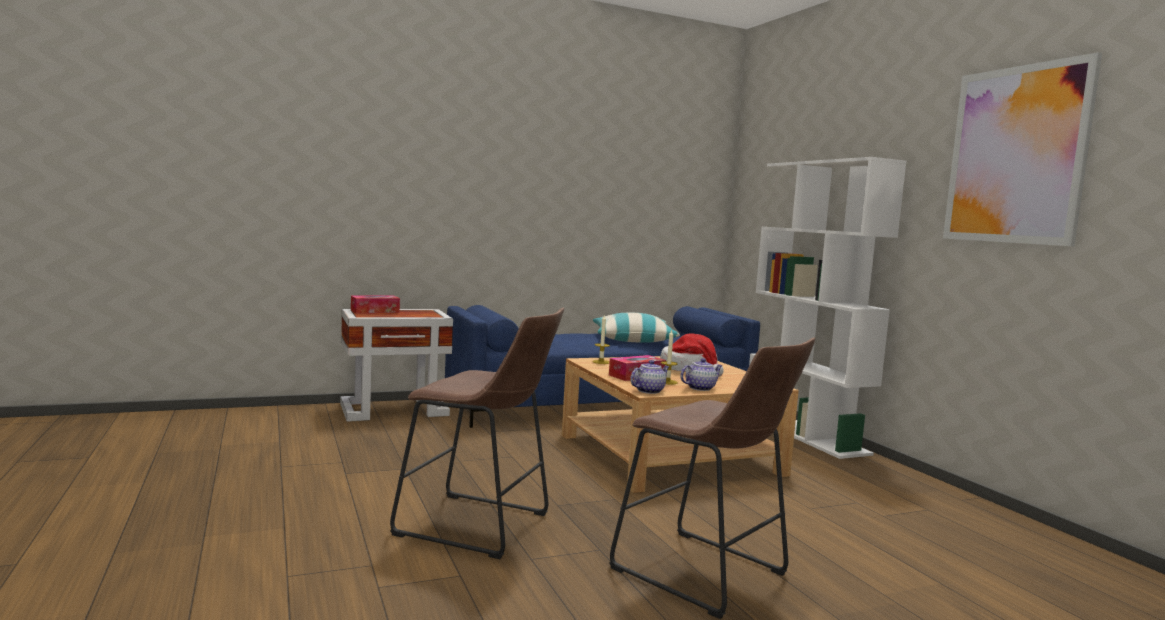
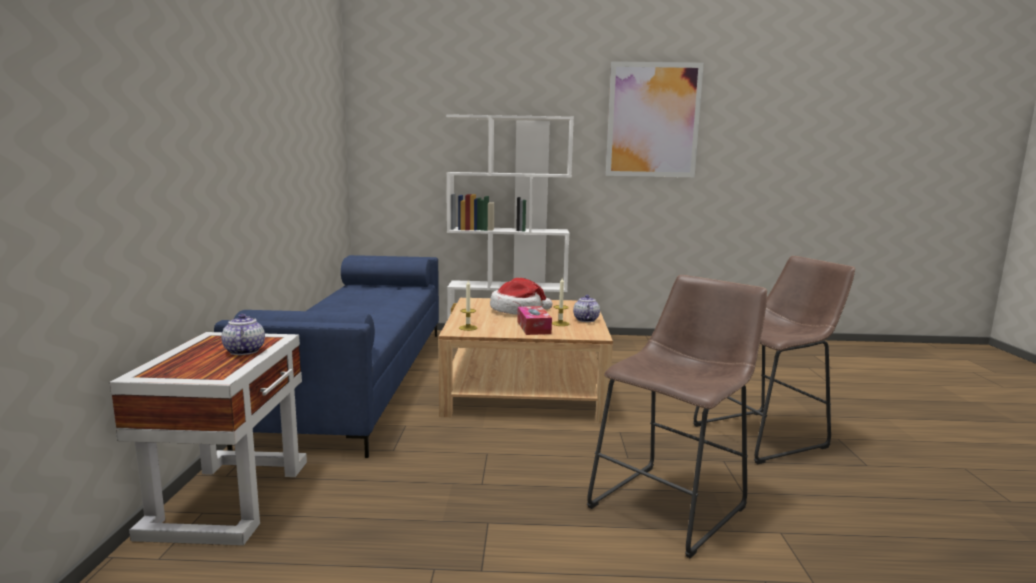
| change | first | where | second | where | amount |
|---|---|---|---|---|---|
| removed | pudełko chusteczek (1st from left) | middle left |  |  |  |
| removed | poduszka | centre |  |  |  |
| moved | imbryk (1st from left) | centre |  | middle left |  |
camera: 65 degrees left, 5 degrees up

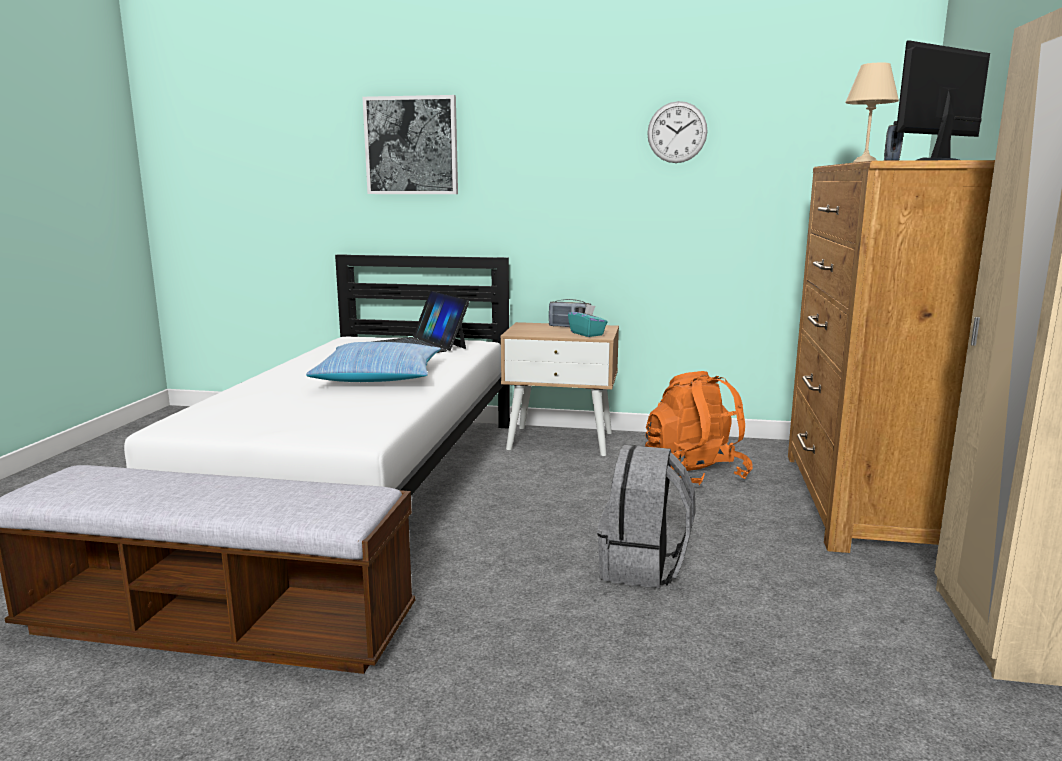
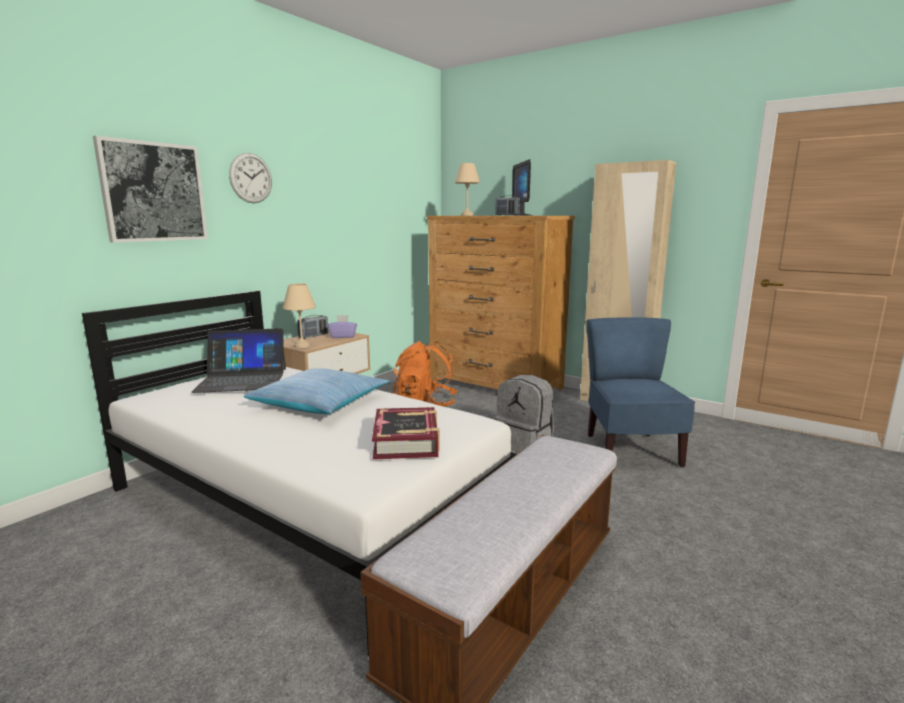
| change | first | where | second | where | amount |
|---|---|---|---|---|---|
| recoloured | pudełko chusteczek (turkusowy) | centre | pudełko chusteczek (fioletowy) | centre |  |
| moved | zegar ścienny | top centre |  | top left |  |
| added |  |  | lampa stołowa (beżowy) (1st from left) | middle left |  |
| added |  |  | książka | centre |  |
| added |  |  | krzesło (niebieski) | middle right |  |
camera: 65 degrees left, 0 degrees up

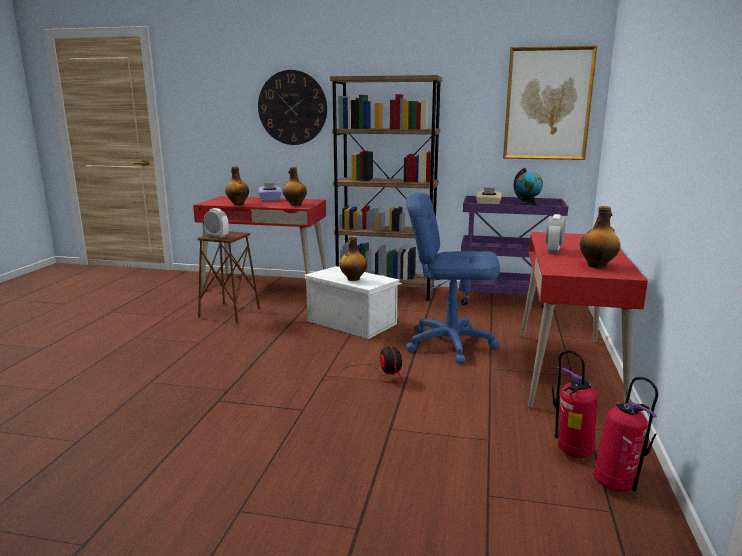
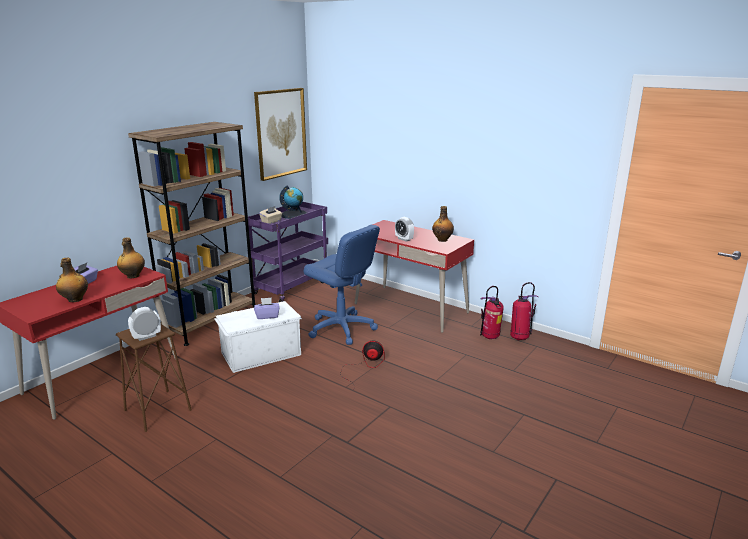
| change | first | where | second | where | amount |
|---|---|---|---|---|---|
| removed | zegar ścienny | top centre |  |  |  |
| replaced | butelka (3rd from left) | centre | pudełko chusteczek (fioletowy) (2nd from left) | centre |  |
| turned | krzesło biurowe (niebieski) | centre |  | centre | 90 degrees counterclockwise |
camera: 65 degrees left, 5 degrees up

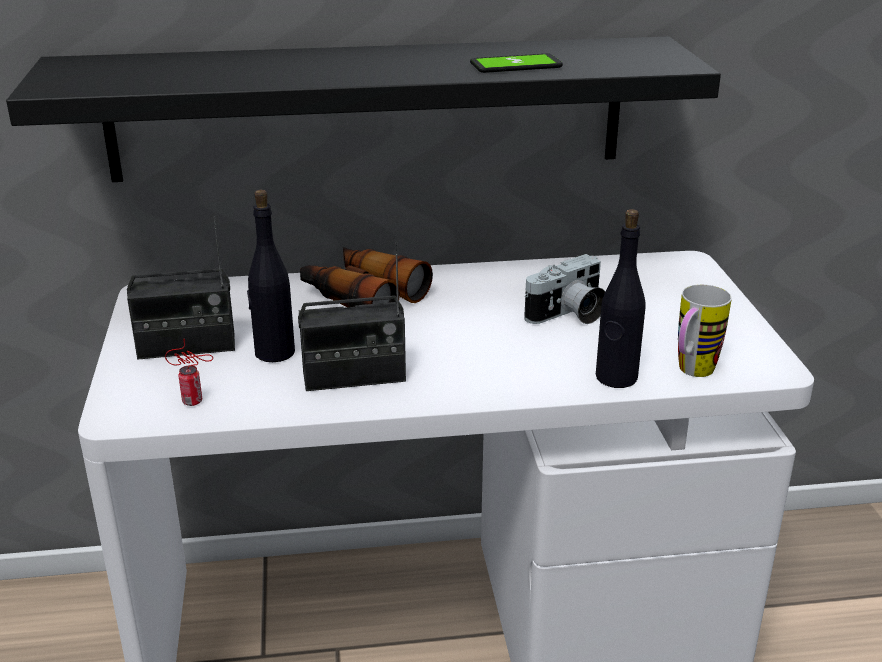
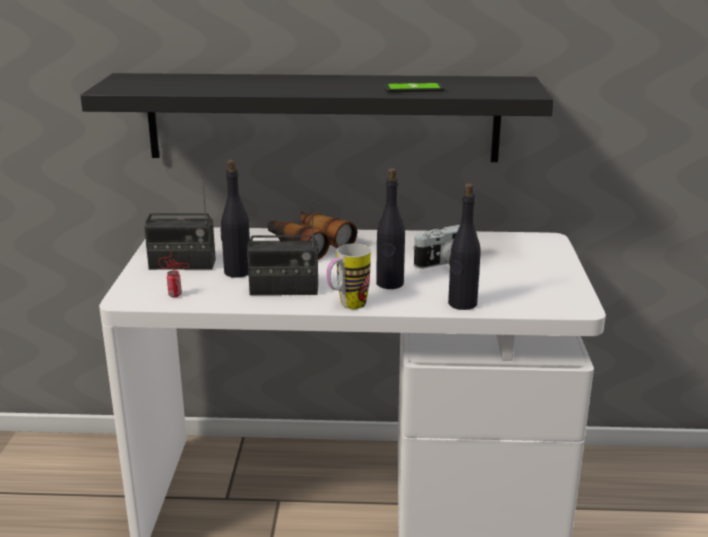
| change | first | where | second | where | amount |
|---|---|---|---|---|---|
| moved | kubek | middle right |  | centre |  |
| added |  |  | butelka (czarny) (2nd from left) | centre |  |
camera: 10 degrees right, 5 degrees down

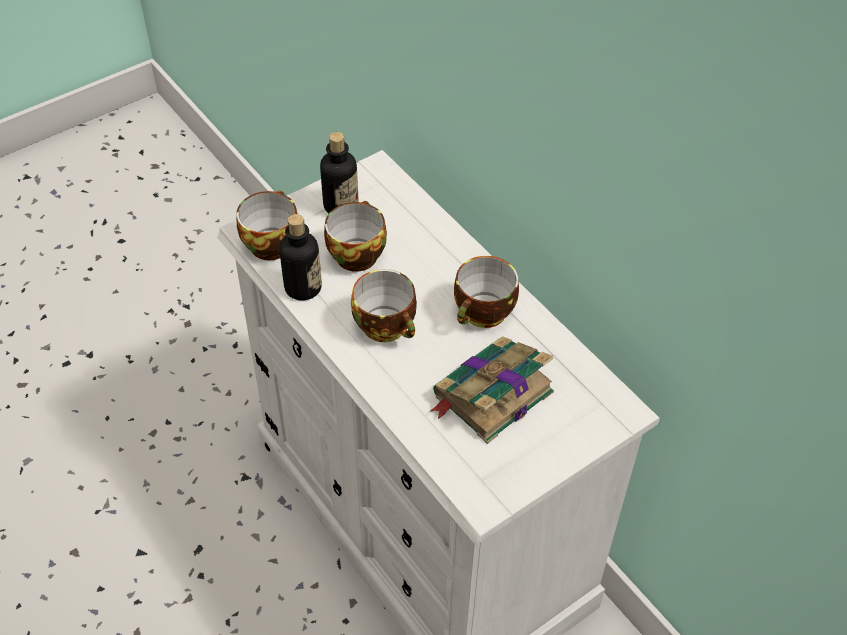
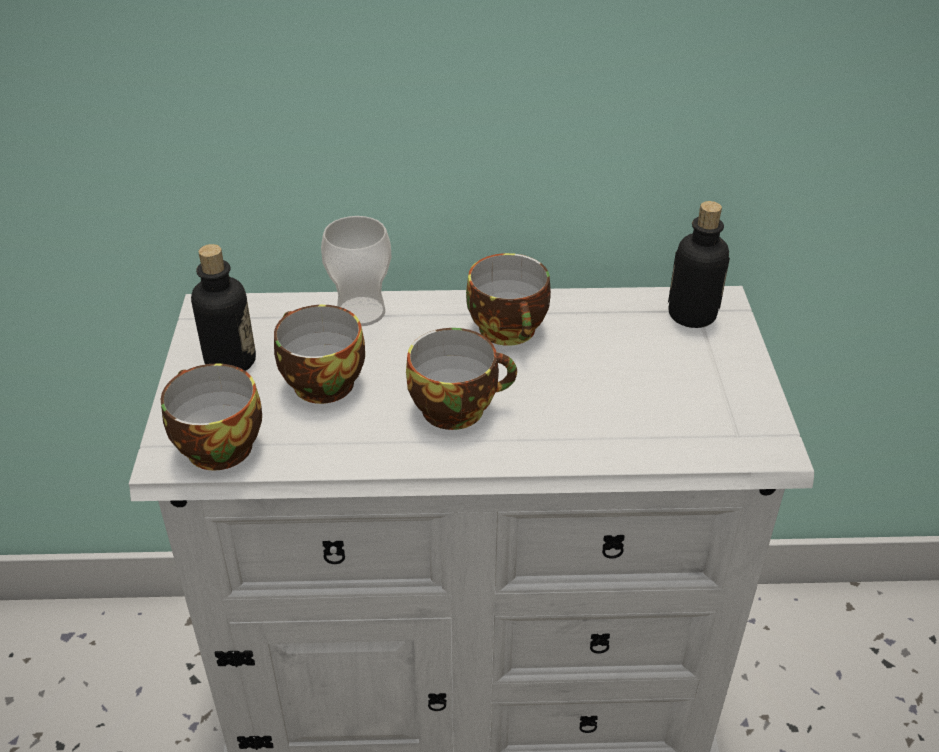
| change | first | where | second | where | amount |
|---|---|---|---|---|---|
| moved | butelka (1st from left in the first image) | centre | butelka (2nd from left) | middle right |  |
| removed | książka | centre |  |  |  |
| added |  |  | filiżanka (3rd from left) | centre |  |
camera: 55 degrees left, 10 degrees down

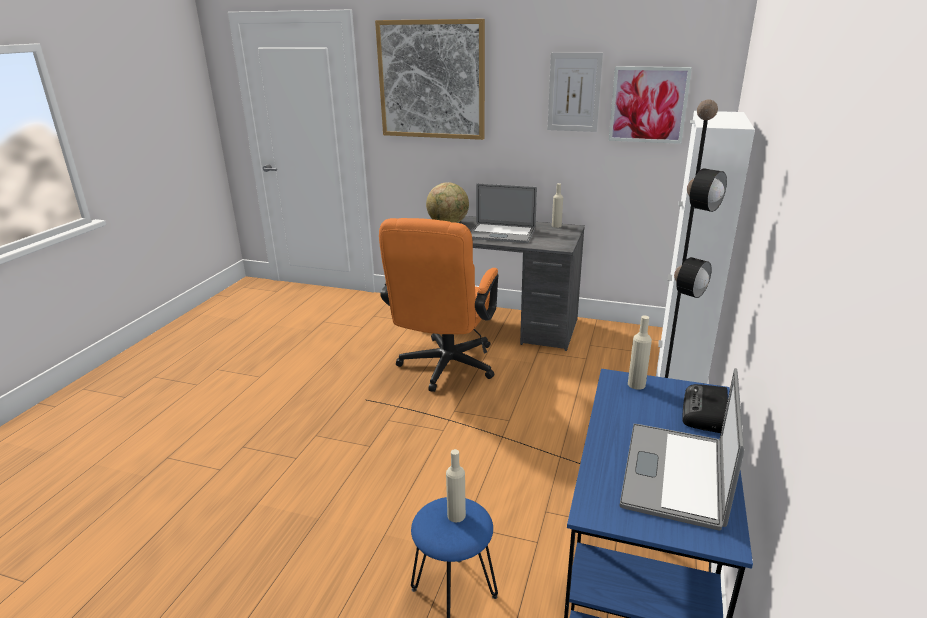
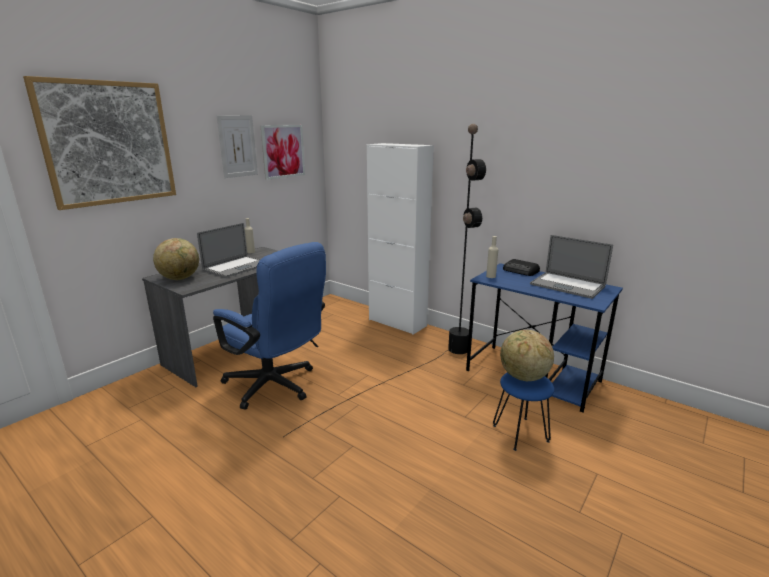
| change | first | where | second | where | amount |
|---|---|---|---|---|---|
| recoloured | krzesło biurowe (pomarańczowy) | centre | krzesło biurowe (niebieski) | centre |  |
| replaced | butelka (beżowy) (1st from left) | bottom centre | globus (2nd from left) | middle right |  |
camera: 70 degrees left, 5 degrees down

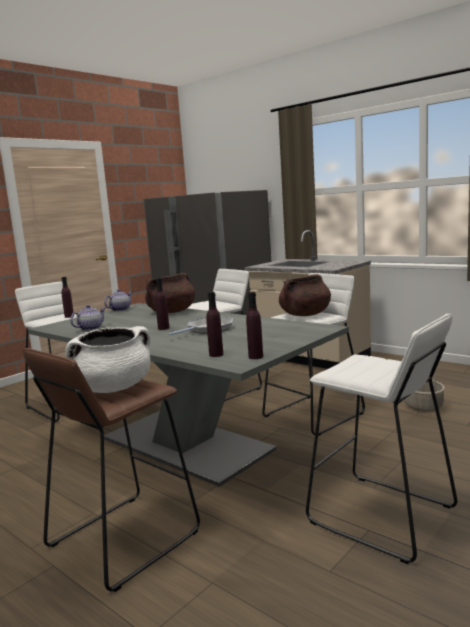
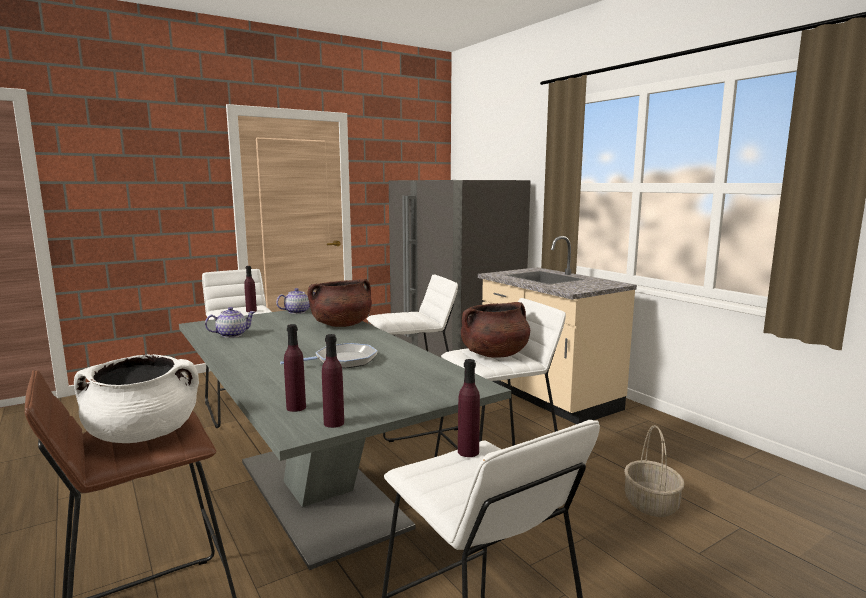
| change | first | where | second | where | amount |
|---|---|---|---|---|---|
| moved | butelka (fioletowy) (2nd from left in the first image) | centre | butelka (fioletowy) (4th from left) | bottom centre |  |
camera: 15 degrees right, 0 degrees up

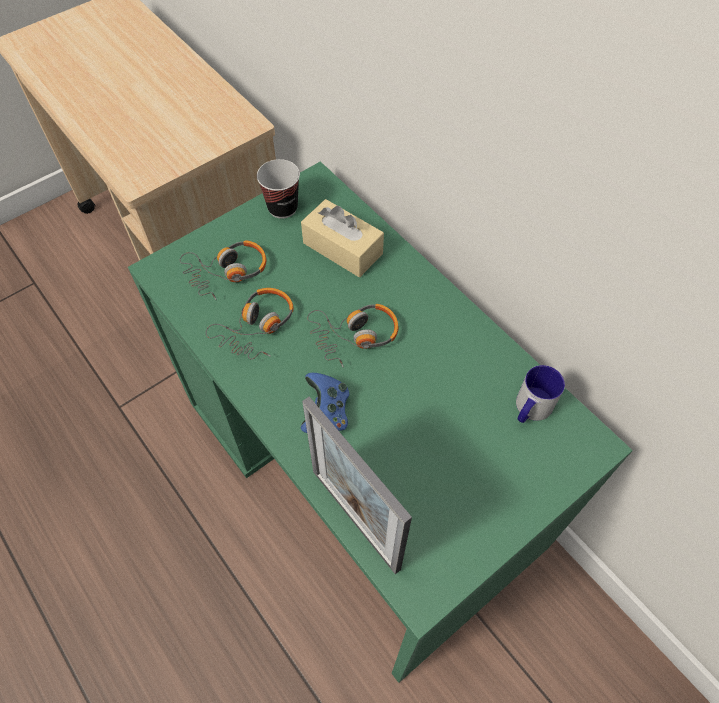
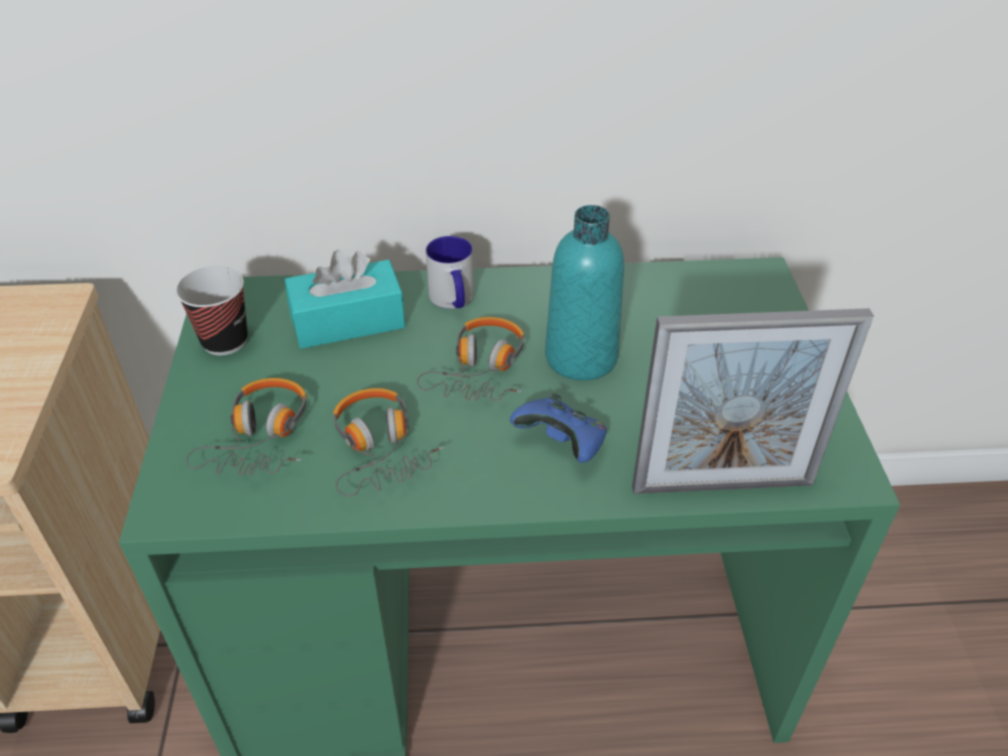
| change | first | where | second | where | amount |
|---|---|---|---|---|---|
| recoloured | pudełko chusteczek (beżowy) | centre | pudełko chusteczek (turkusowy) | centre |  |
| moved | kubek | middle right |  | centre |  |
| added |  |  | butelka (turkusowy) | centre |  |
camera: 55 degrees left, 15 degrees down

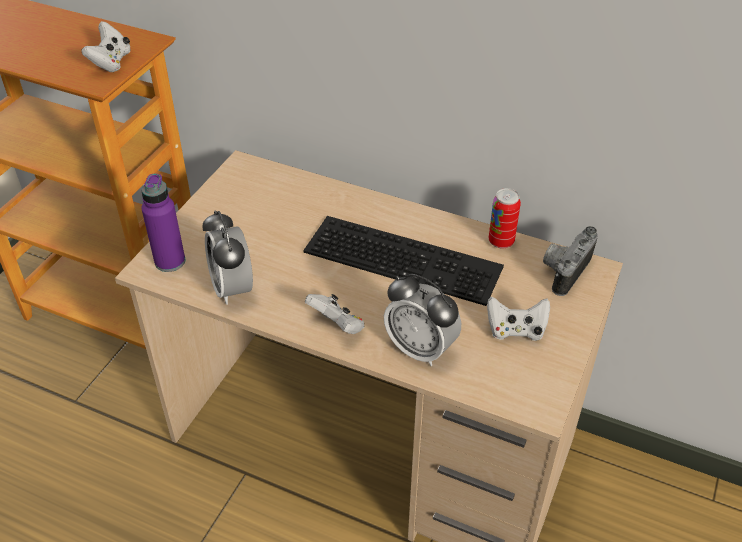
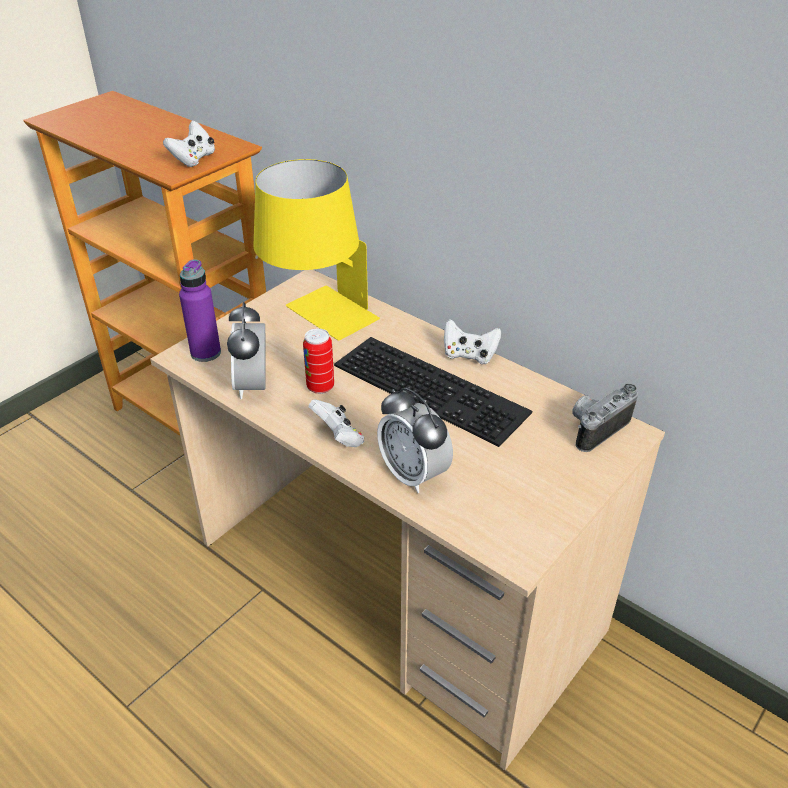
| change | first | where | second | where | amount |
|---|---|---|---|---|---|
| moved | pad do gier (biały) (3rd from left) | middle right |  | centre |  |
| moved | puszka | middle right |  | centre |  |
| added |  |  | lampa stołowa (żółty) | top centre |  |
camera: 15 degrees right, 5 degrees down

